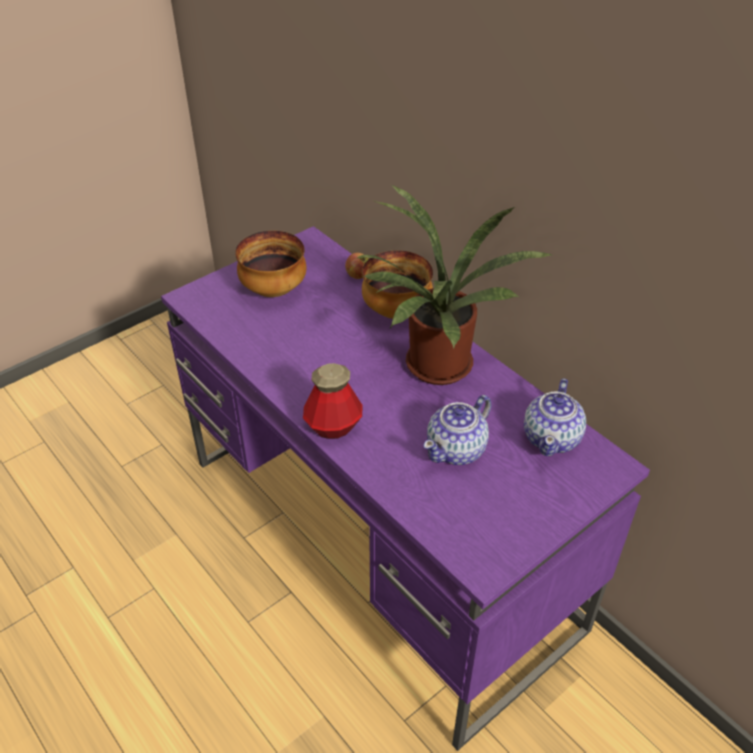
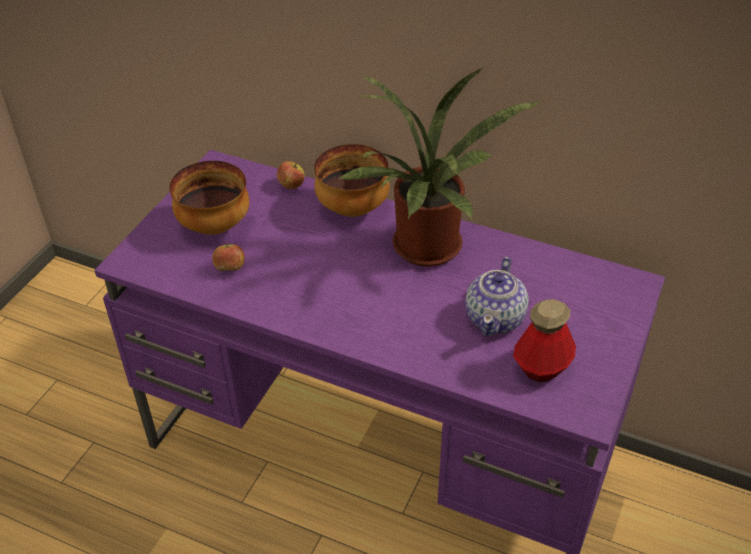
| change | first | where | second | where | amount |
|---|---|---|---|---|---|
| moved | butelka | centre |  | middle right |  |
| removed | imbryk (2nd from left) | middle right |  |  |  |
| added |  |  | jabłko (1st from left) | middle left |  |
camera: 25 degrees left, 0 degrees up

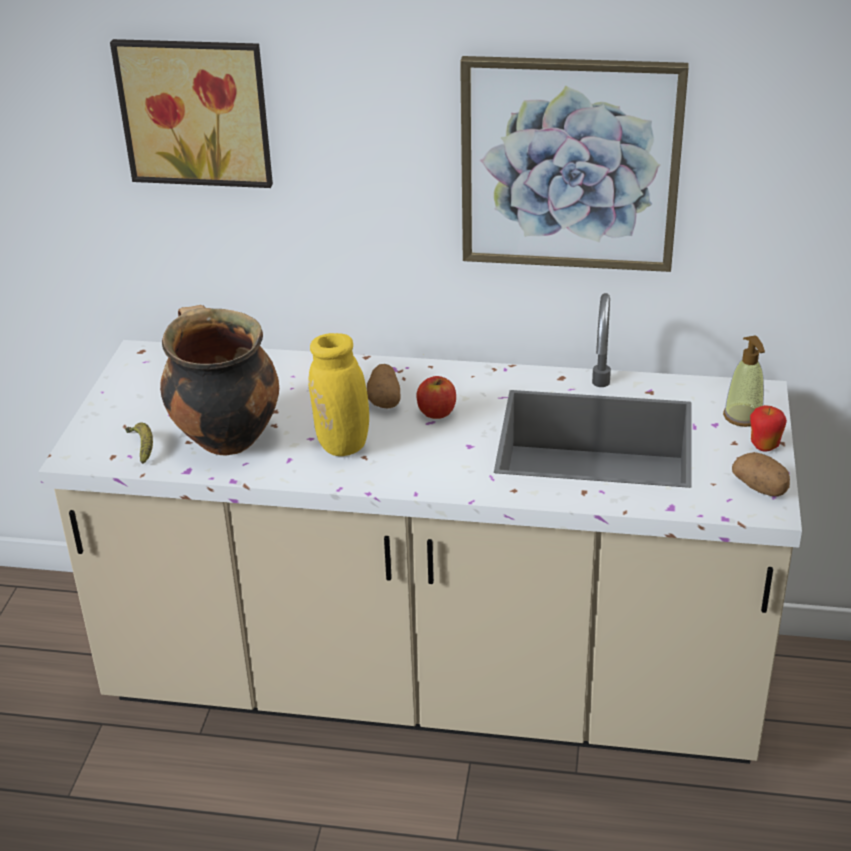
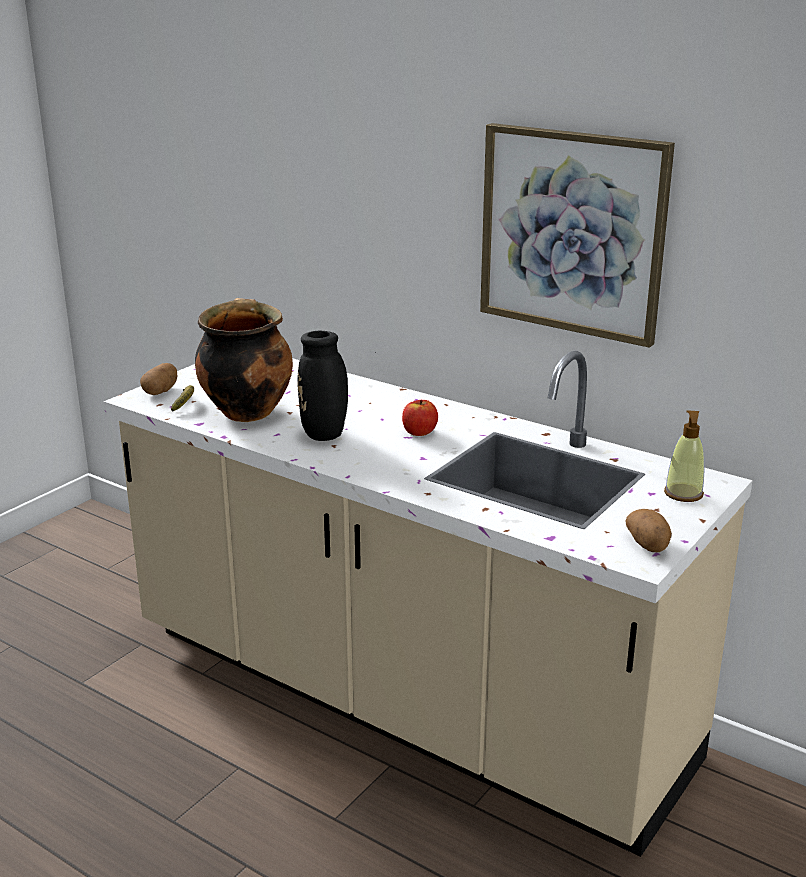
| change | first | where | second | where | amount |
|---|---|---|---|---|---|
| removed | obraz (1st from left) | top left |  |  |  |
| recoloured | wazon (żółty) | centre | wazon (czarny) | centre |  |
| moved | ziemniak (1st from left) | centre |  | middle left |  |
| removed | jabłko (2nd from left) | middle right |  |  |  |
camera: 25 degrees right, 10 degrees down

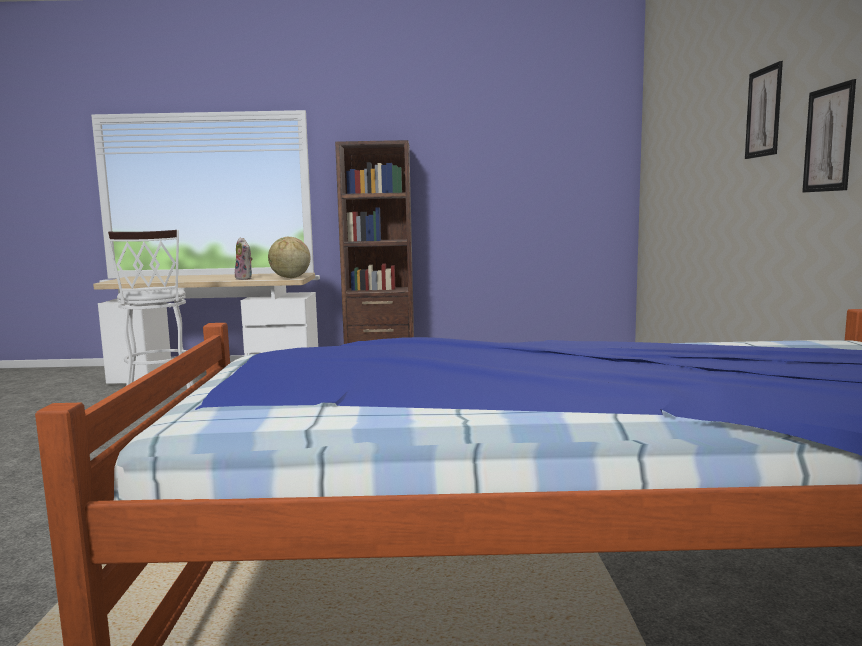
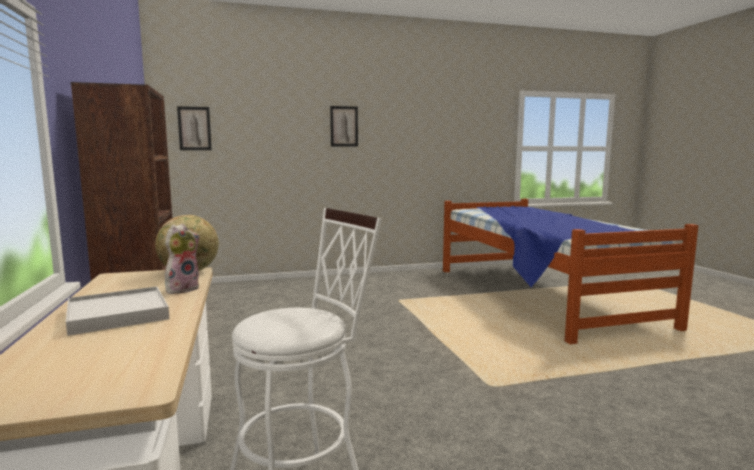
| change | first | where | second | where | amount |
|---|---|---|---|---|---|
| moved | obraz (2nd from left in the first image) | top right | obraz (1st from left) | top left |  |
| added |  |  | taca (biały) | middle left |  |
camera: 105 degrees left, 0 degrees up

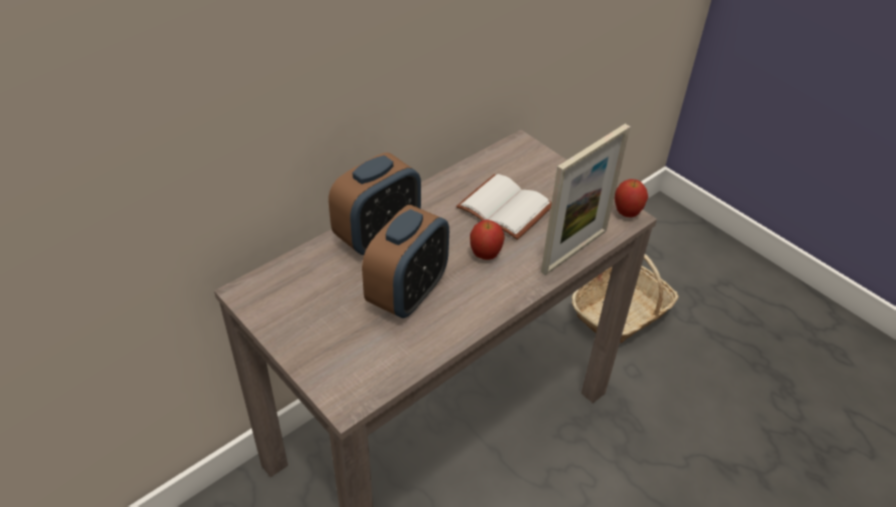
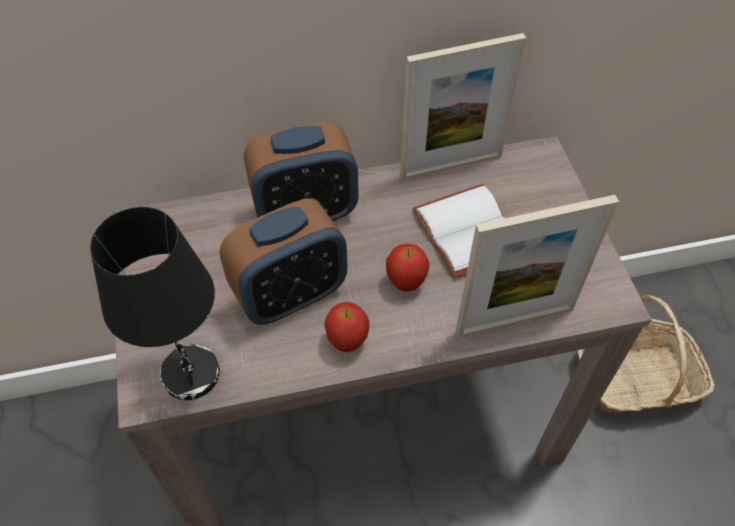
| change | first | where | second | where | amount |
|---|---|---|---|---|---|
| moved | jabłko (2nd from left in the first image) | middle right | jabłko (1st from left) | centre |  |
| added |  |  | lampa stołowa (czarny) | middle left |  |
| added |  |  | ramka na zdjęcie (1st from left) | top centre |  |
camera: 30 degrees right, 10 degrees up

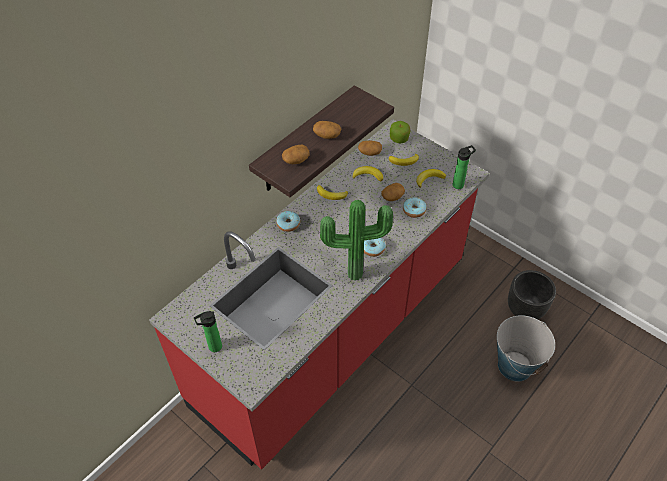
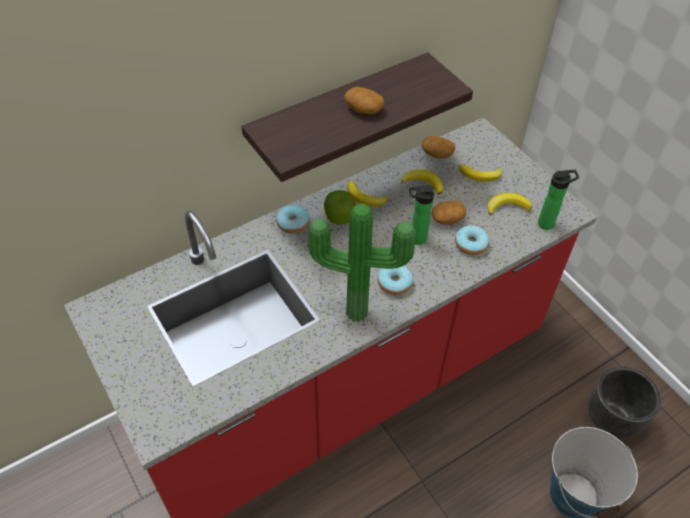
| change | first | where | second | where | amount |
|---|---|---|---|---|---|
| moved | butelka (1st from left) | bottom left |  | centre |  |
| removed | ziemniak (1st from left) | top centre |  |  |  |
| moved | jabłko | top centre |  | centre |  |
camera: 15 degrees right, 0 degrees up

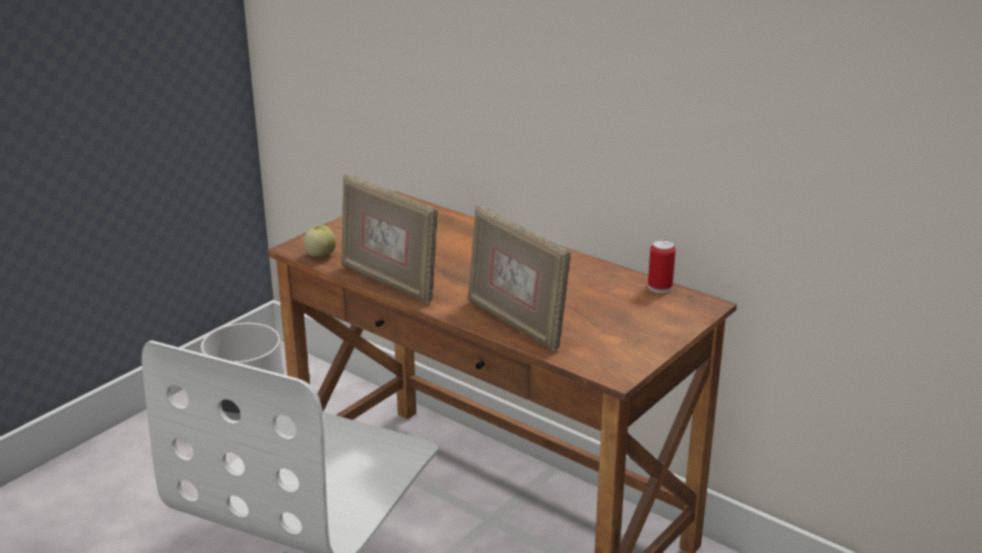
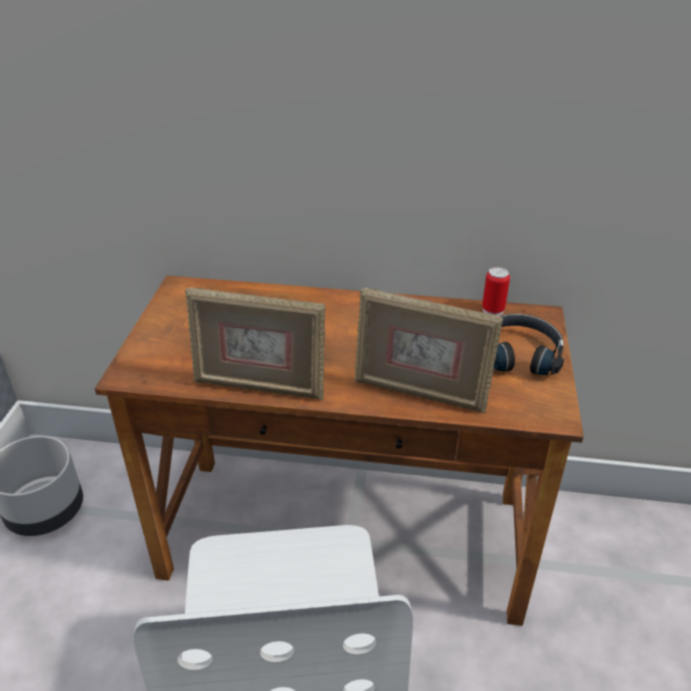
| change | first | where | second | where | amount |
|---|---|---|---|---|---|
| removed | jabłko | middle left |  |  |  |
| added |  |  | słuchawki (czarny) | middle right |  |
camera: 30 degrees left, 10 degrees up

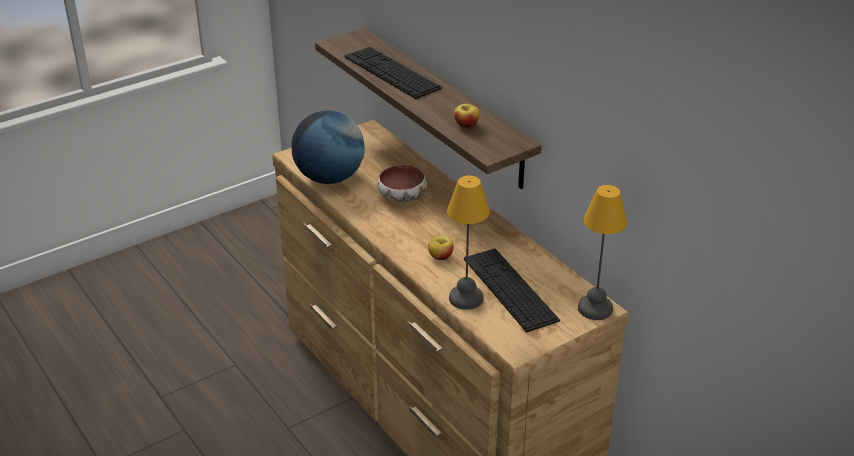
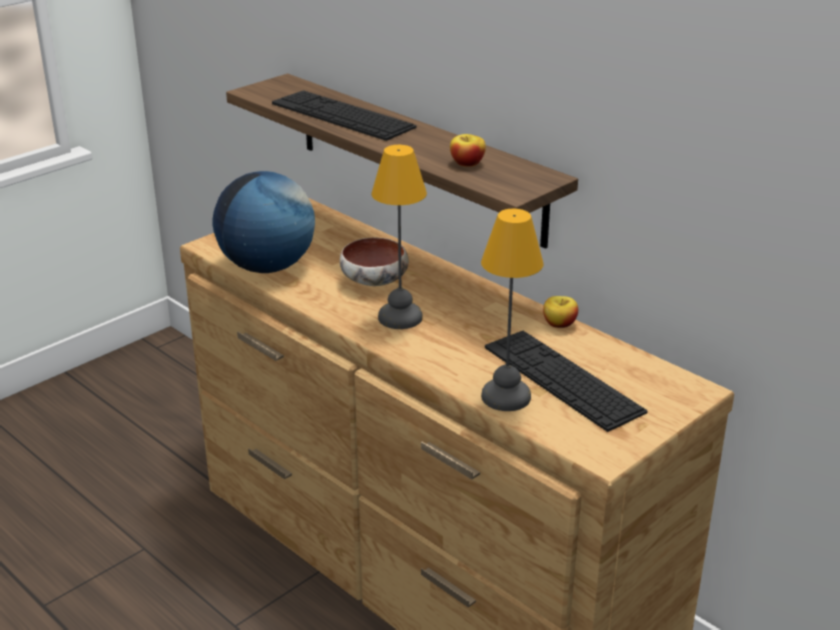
| change | first | where | second | where | amount |
|---|---|---|---|---|---|
| moved | jabłko (1st from left in the first image) | centre | jabłko (2nd from left) | middle right |  |
| moved | lampa stołowa (2nd from left in the first image) | middle right | lampa stołowa (1st from left) | centre |  |
camera: 10 degrees left, 5 degrees down

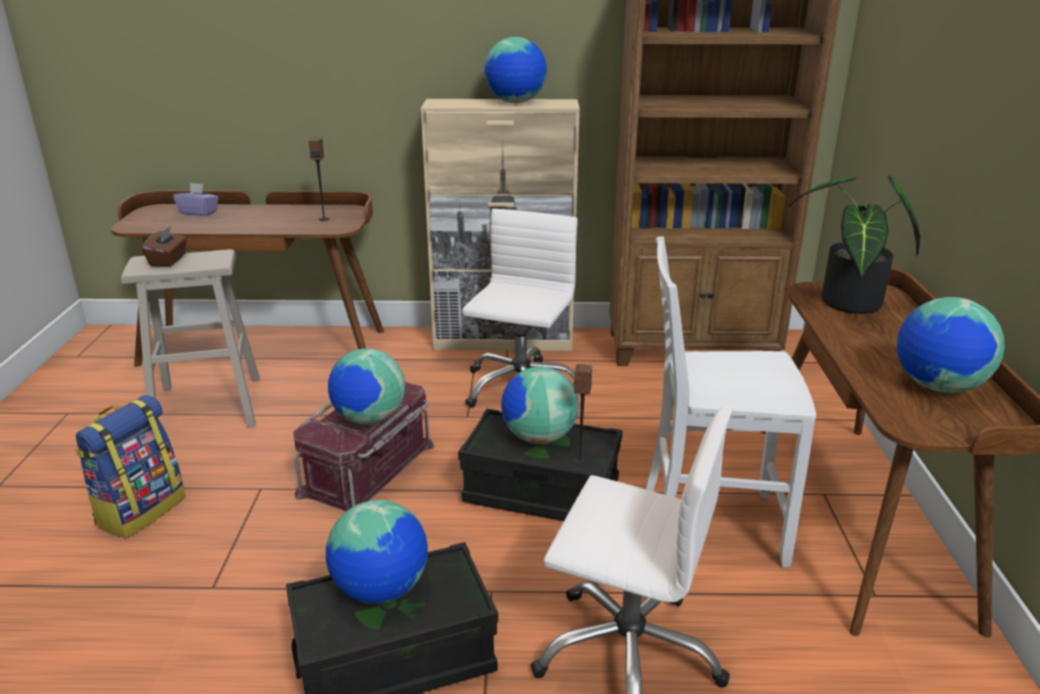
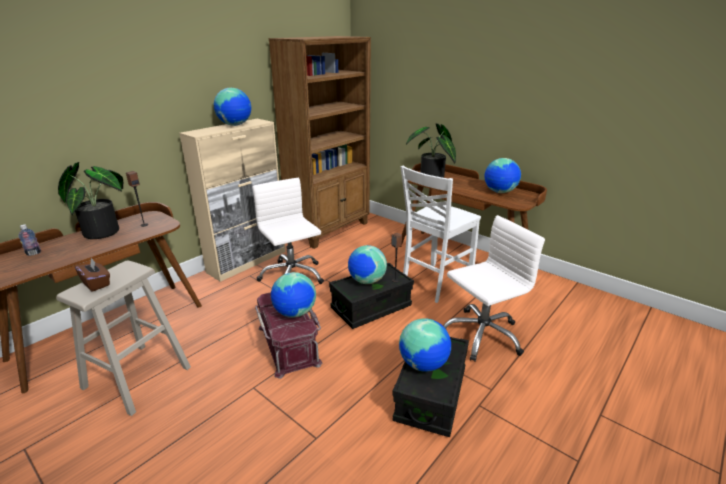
| change | first | where | second | where | amount |
|---|---|---|---|---|---|
| removed | plecak | bottom left |  |  |  |
| replaced | pudełko chusteczek (fioletowy) | top left | butelka | middle left |  |
| added |  |  | roślina doniczkowa (1st from left) | middle left |  |
camera: 50 degrees left, 0 degrees up

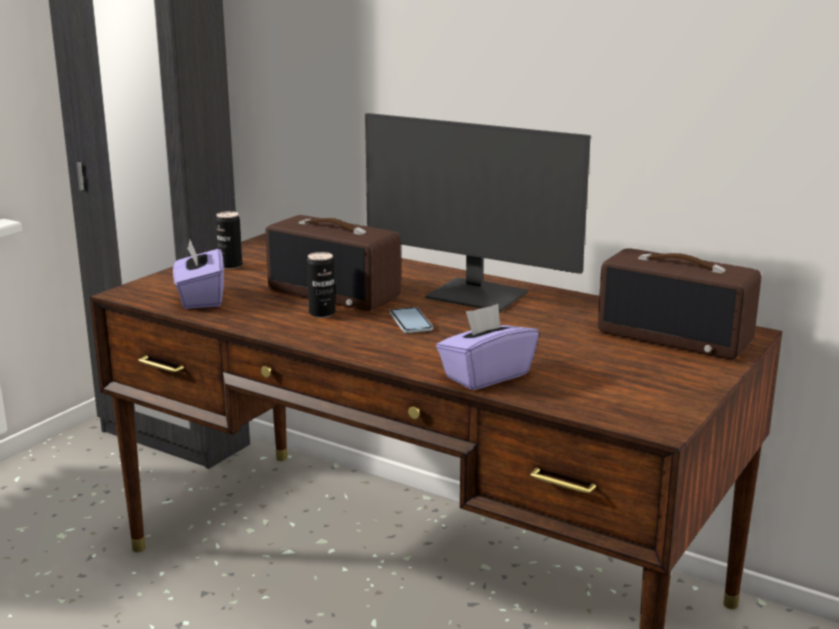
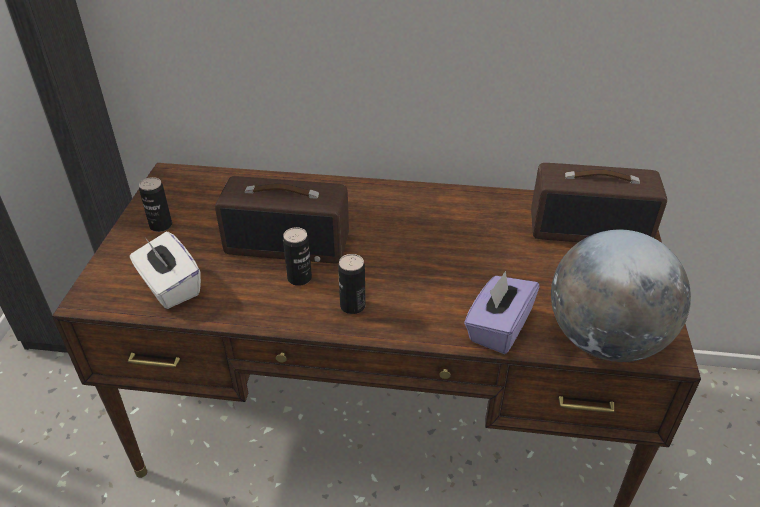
| change | first | where | second | where | amount |
|---|---|---|---|---|---|
| recoloured | pudełko chusteczek (fioletowy) (1st from left) | middle left | pudełko chusteczek (biały) | middle left |  |
| removed | monitor | centre |  |  |  |
| removed | telefon | centre |  |  |  |
| added |  |  | puszka (3rd from left) | centre |  |
| added |  |  | globus | middle right |  |
camera: 25 degrees left, 20 degrees up

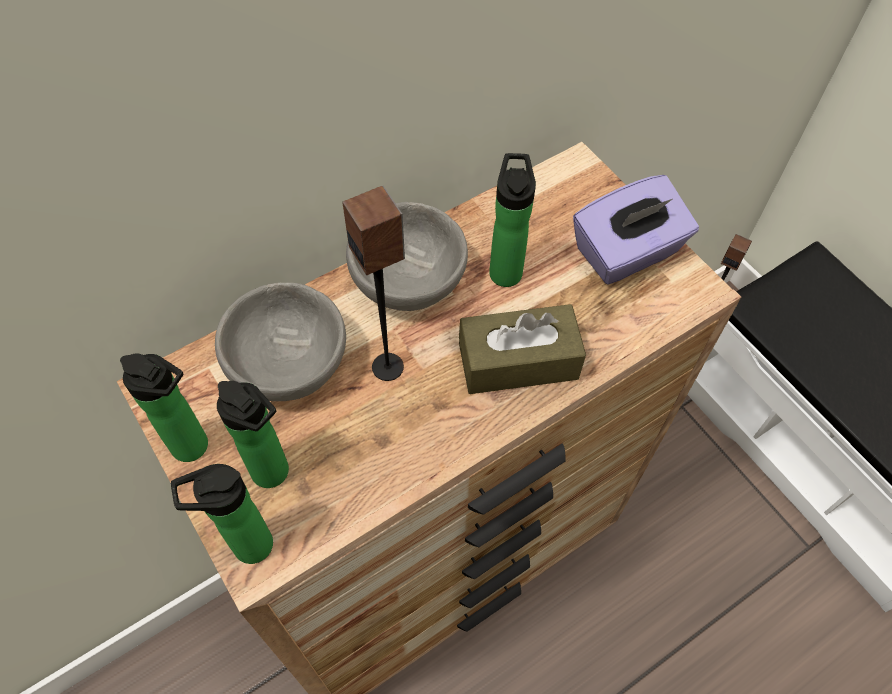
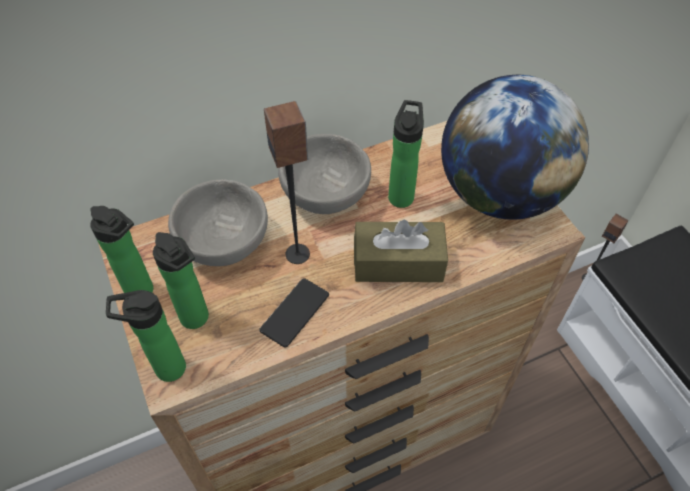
| change | first | where | second | where | amount |
|---|---|---|---|---|---|
| replaced | pudełko chusteczek (fioletowy) | top right | globus | top right |  |
| added |  |  | telefon | centre |  |
camera: 10 degrees right, 5 degrees down

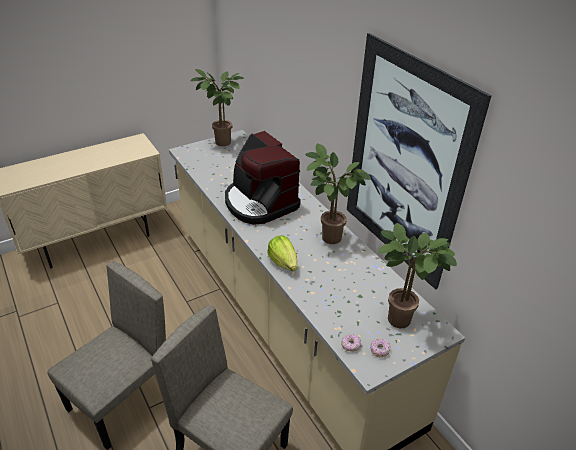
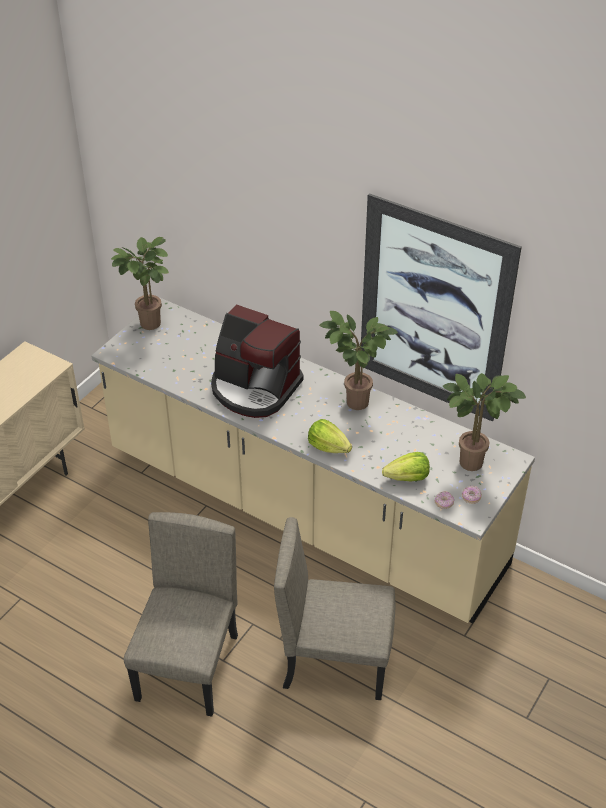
| change | first | where | second | where | amount |
|---|---|---|---|---|---|
| added |  |  | sałata (2nd from left) | middle right |  |
camera: 25 degrees left, 5 degrees up

